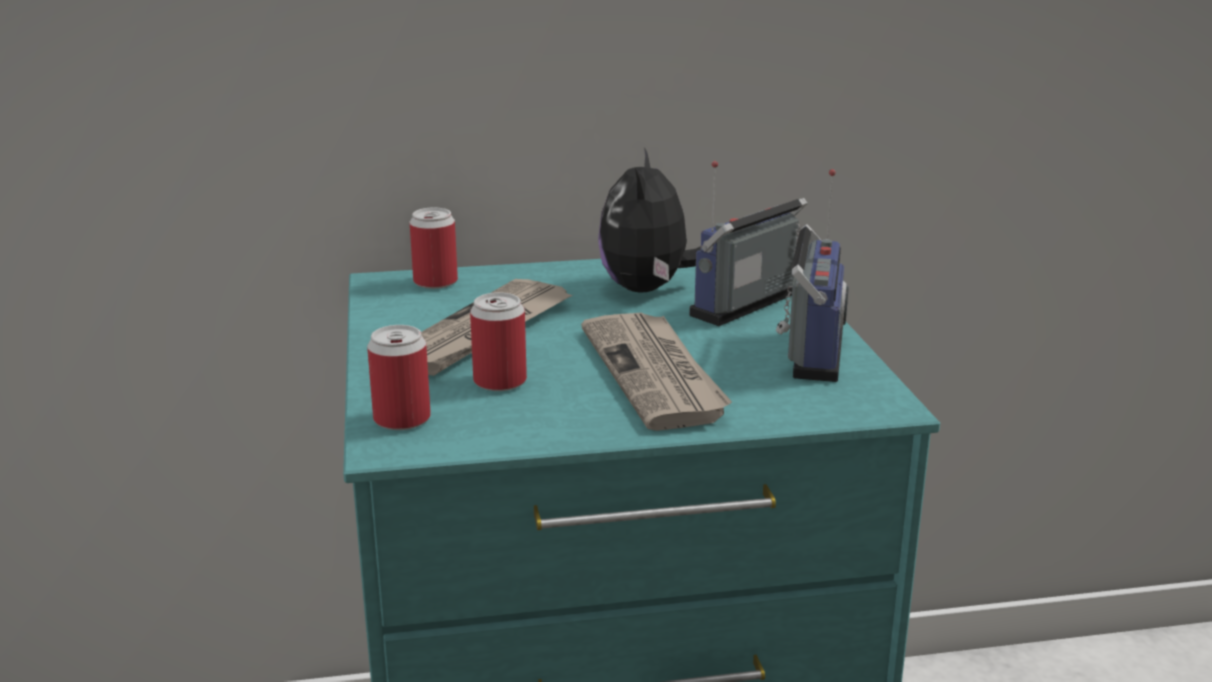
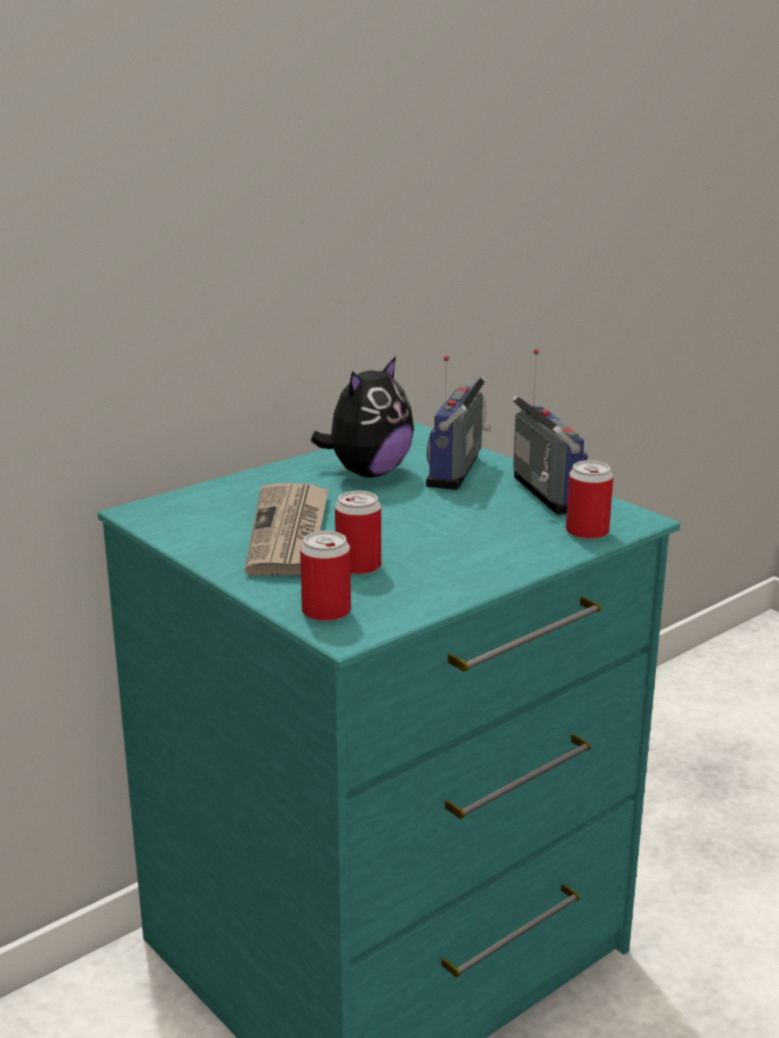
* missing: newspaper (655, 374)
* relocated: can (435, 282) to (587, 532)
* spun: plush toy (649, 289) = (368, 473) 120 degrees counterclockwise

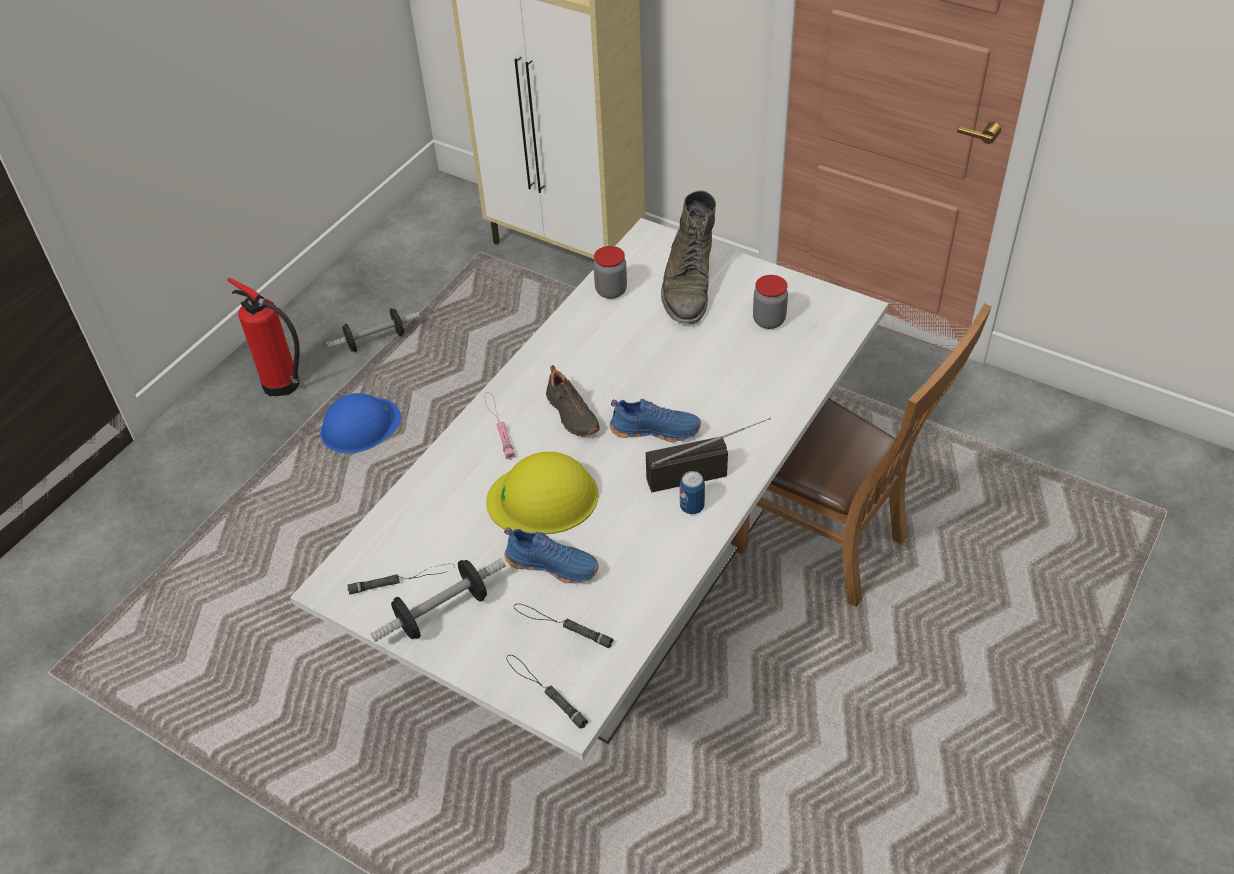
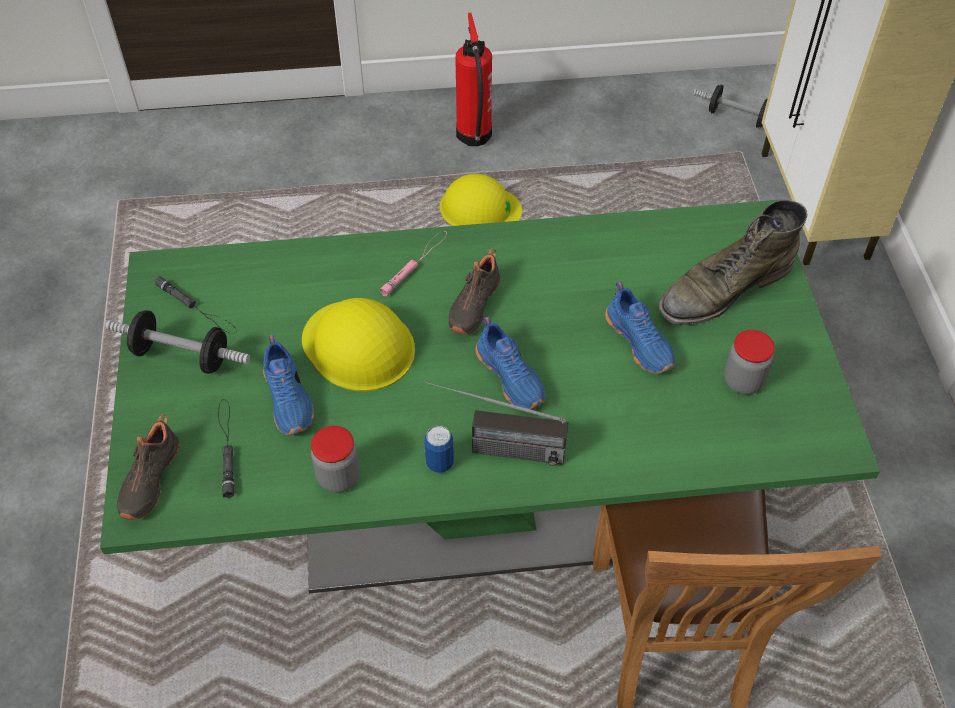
* appeared: item of footwear in bluish (641, 341)
* relocated: dumbbell (376, 341) to (736, 117)
* relocated: preserve jar (611, 291) to (338, 477)
* exchanged: hand torch in black (545, 691) to item of footwear in black (148, 479)
* colour: kitchen table in white-coloured (625, 589) to kitchen table in greenish (477, 502)
* colour: work helmet in bluish (360, 426) to work helmet in yellowish (479, 208)
* spun: radio (706, 471) = (493, 448) 150 degrees clockwise

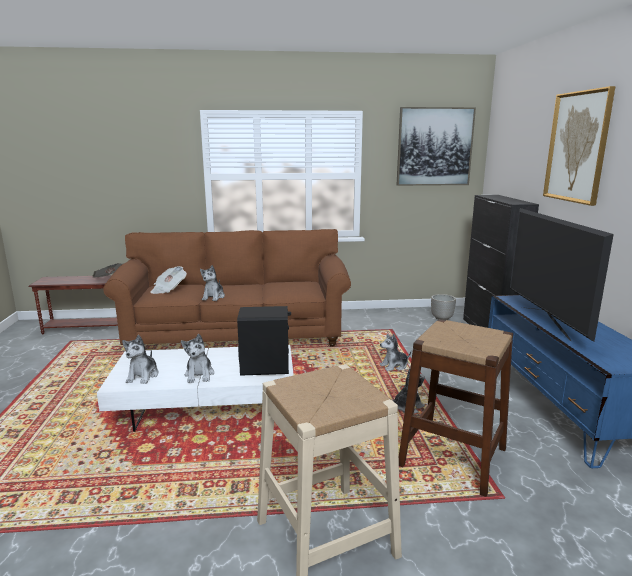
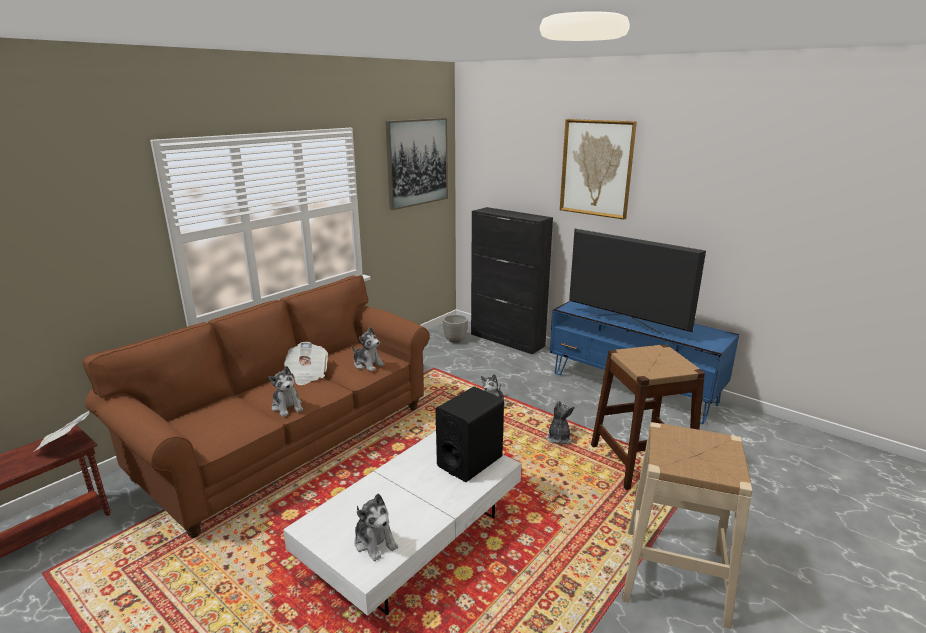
* relocated: newspaper (168, 289) to (307, 374)
* relocated: plush toy (199, 375) to (368, 364)

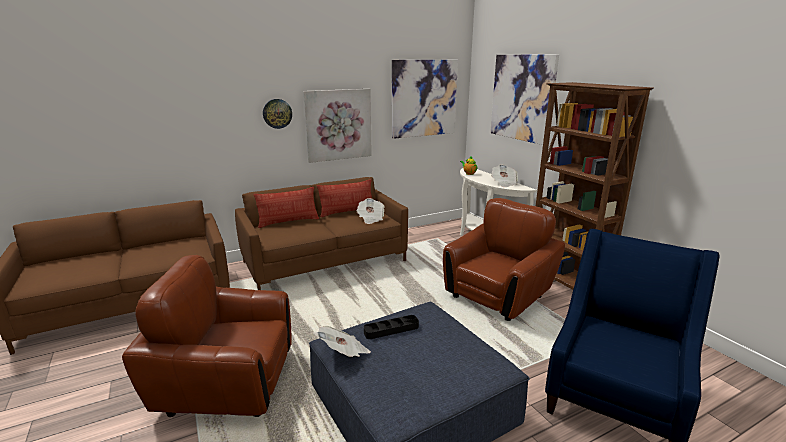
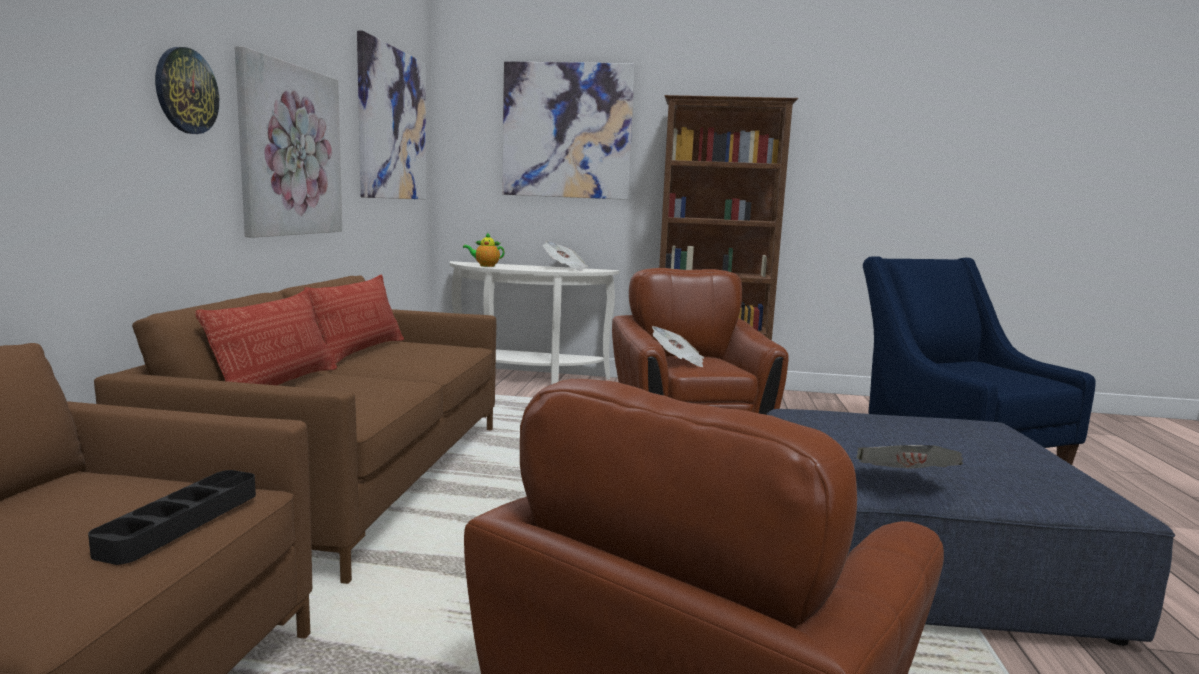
* relocated: newspaper (370, 218) to (678, 362)
* relocated: serving tray in black (391, 329) to (181, 522)

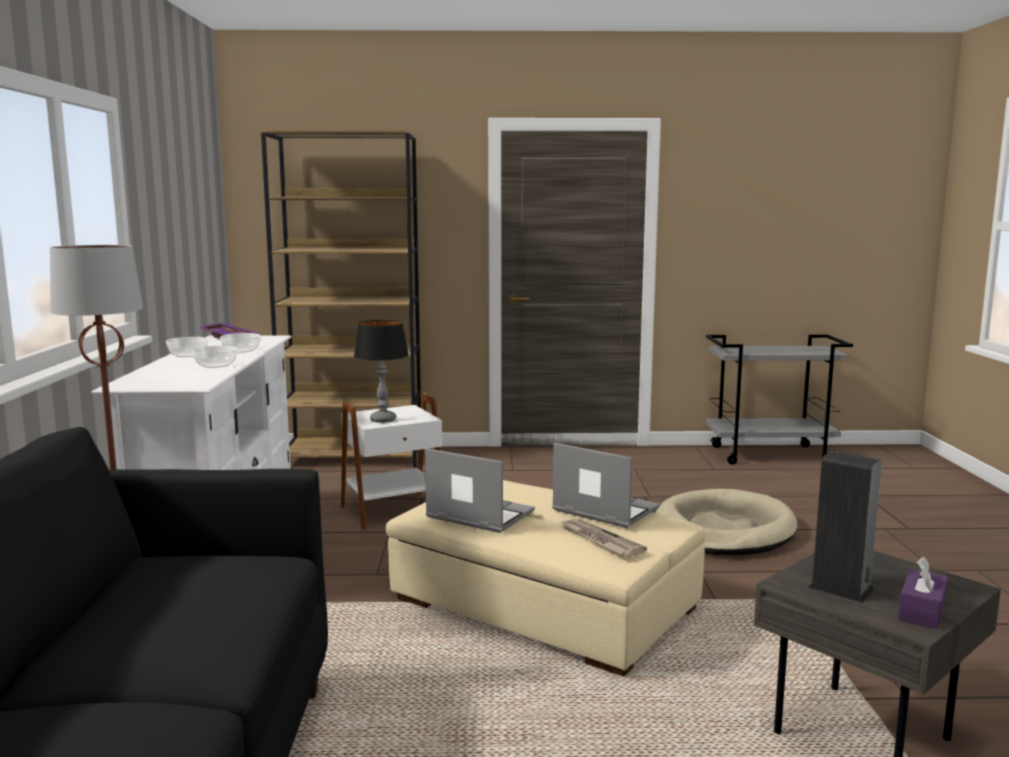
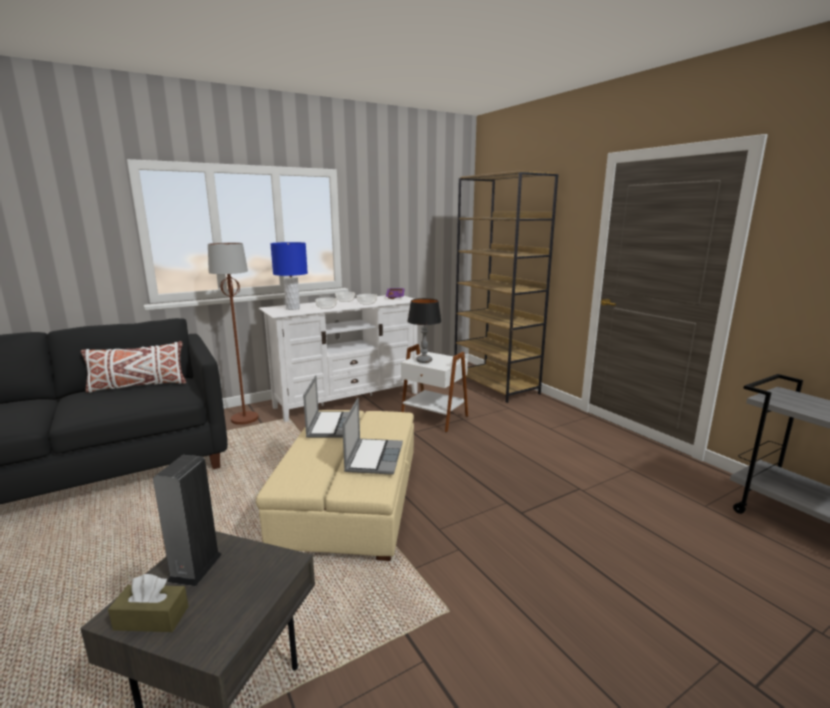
* missing: newspaper (599, 540)
* missing: pet bed in beige (723, 530)
* appeared: cushion in white-coloured (138, 386)
* appeared: lamp for a table in bluish (293, 308)
* colour: tissue box in purplish (921, 611) to tissue box in brown (151, 618)

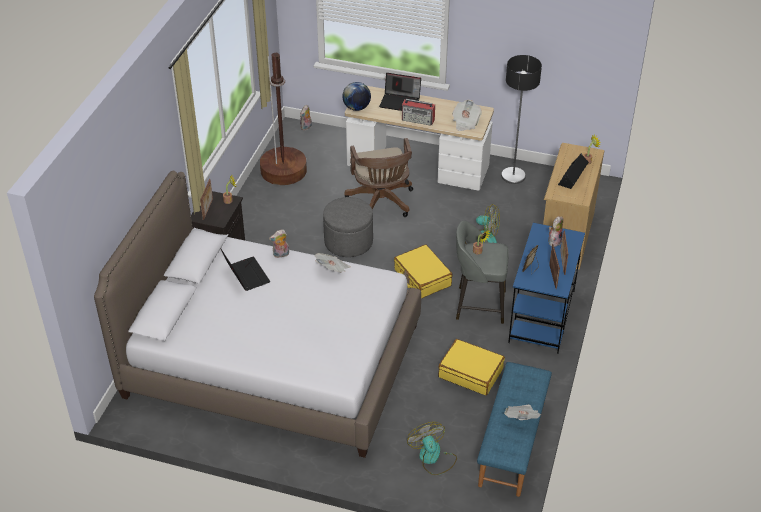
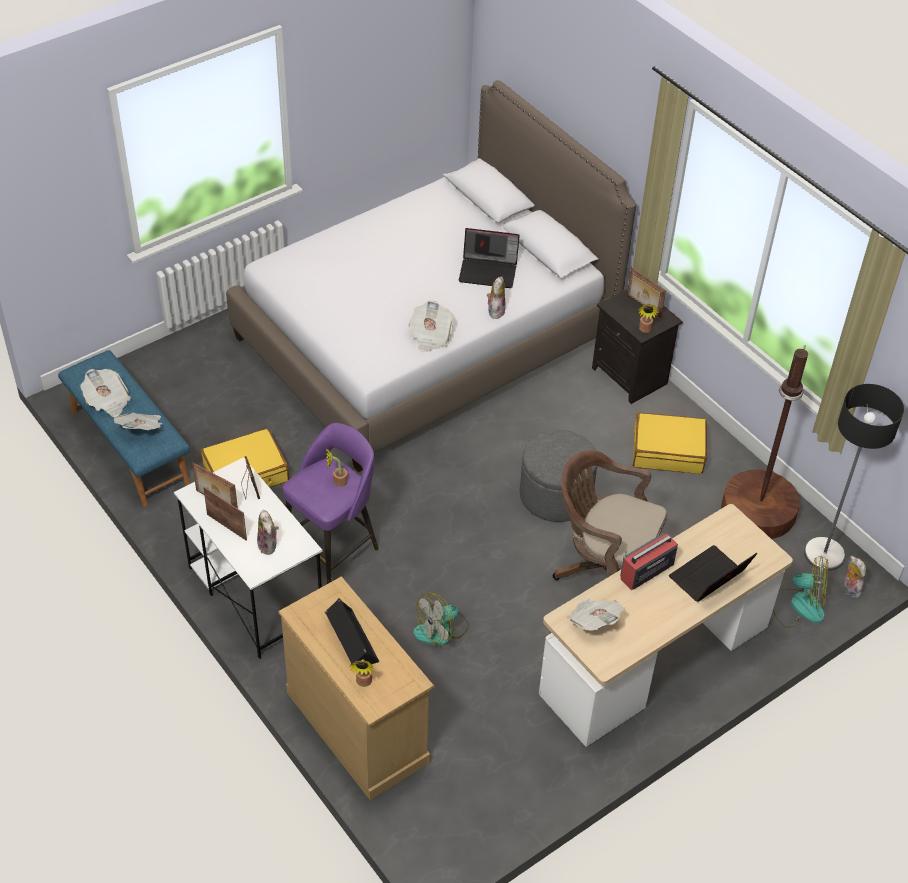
* missing: desk globe (356, 108)
* appeared: newspaper (141, 429)
* relocated: piece of luggage in yellowish (422, 278) to (668, 451)
* relocated: cooling fan (433, 458) to (798, 605)
* relocated: floor lamp (513, 176) to (824, 555)
* colour: sitting stool in greyish (478, 305) to sitting stool in purplish (333, 547)
* colour: desk in bluish (542, 316) to desk in white-coloured (254, 593)

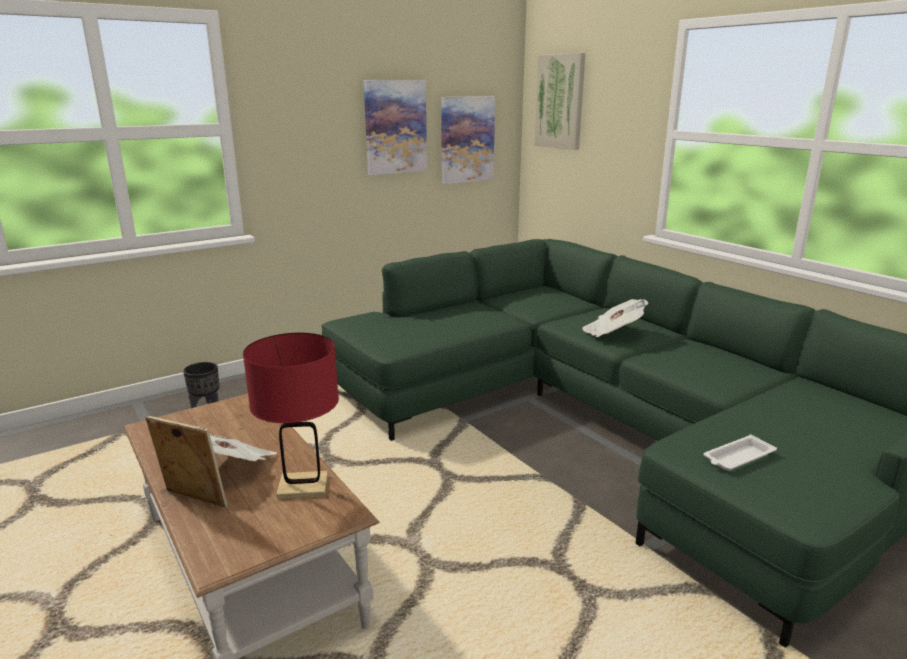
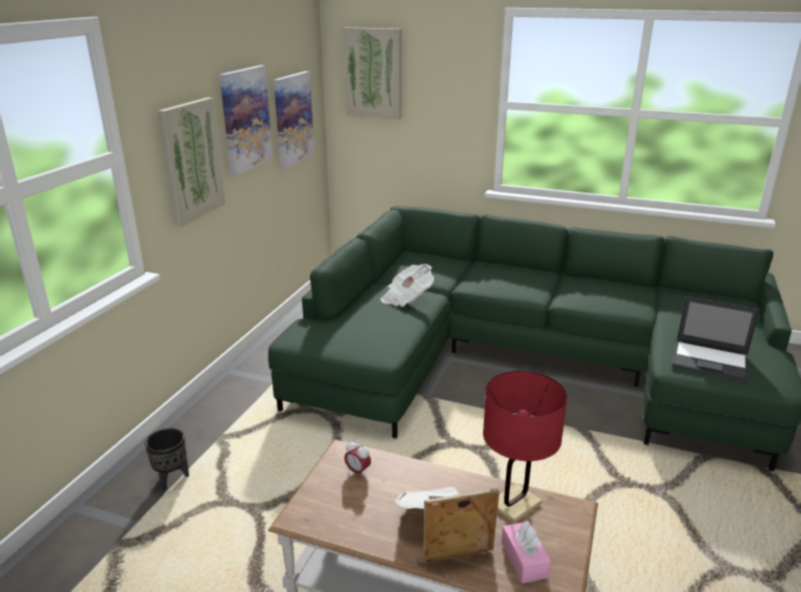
* appeared: wall picture (191, 160)
* appeared: bedside clock (357, 471)
* appeared: tissue box in pink-coloured (524, 559)
* relocated: newspaper (612, 333) to (406, 298)
* exchanged: serving tray in white-coloured (737, 458) to notebook computer (710, 361)

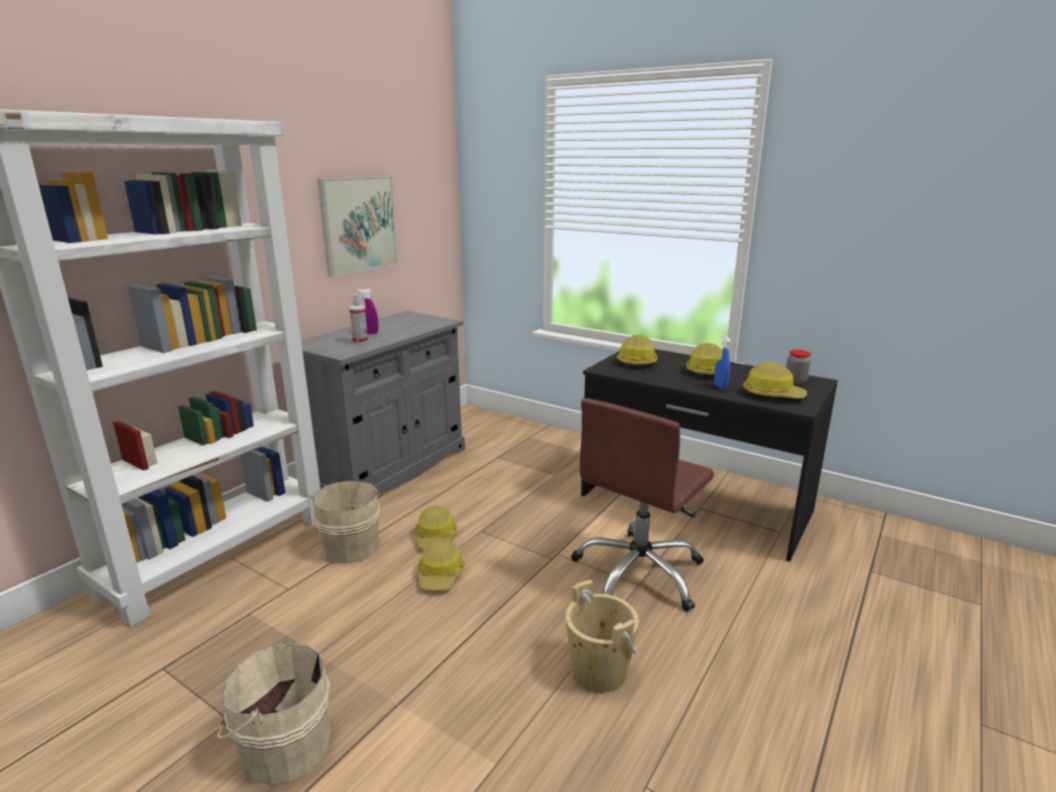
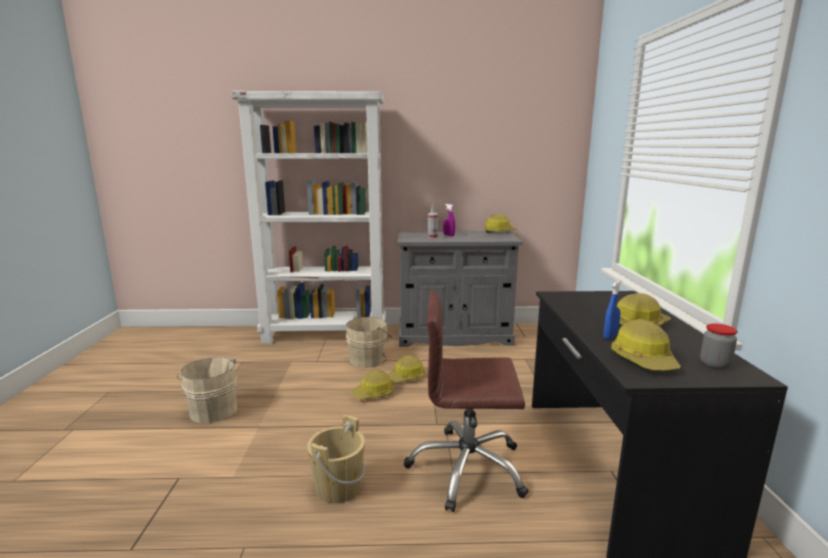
* missing: wall picture (359, 224)
* relocated: work helmet (637, 361) to (499, 232)

